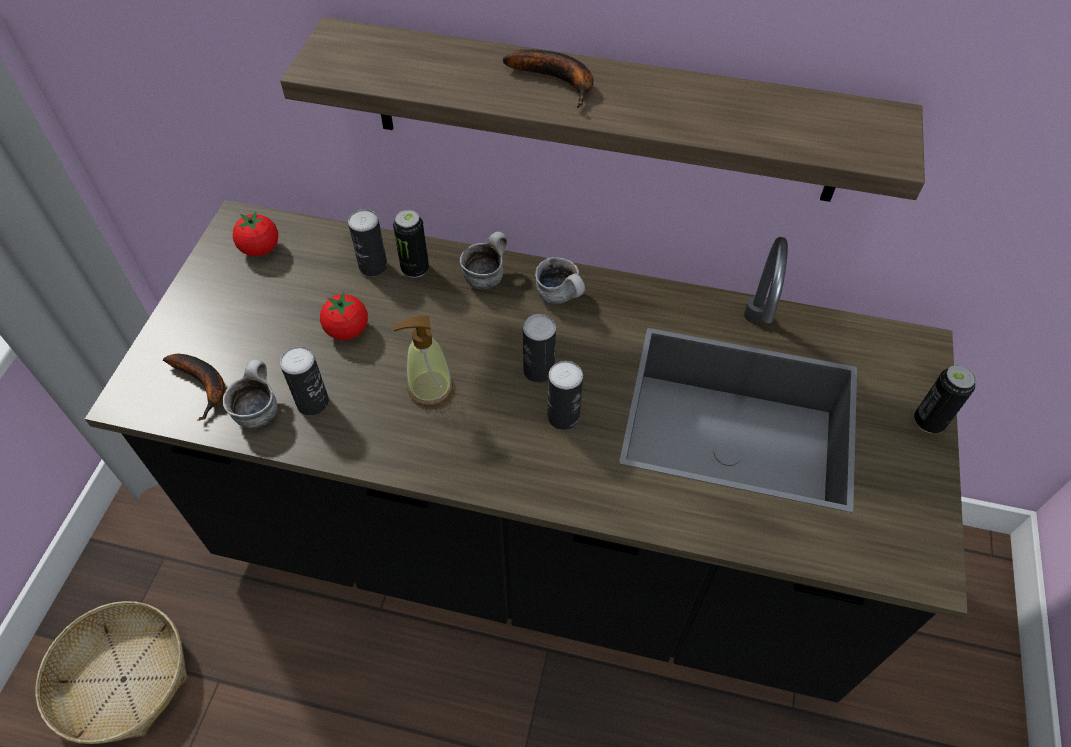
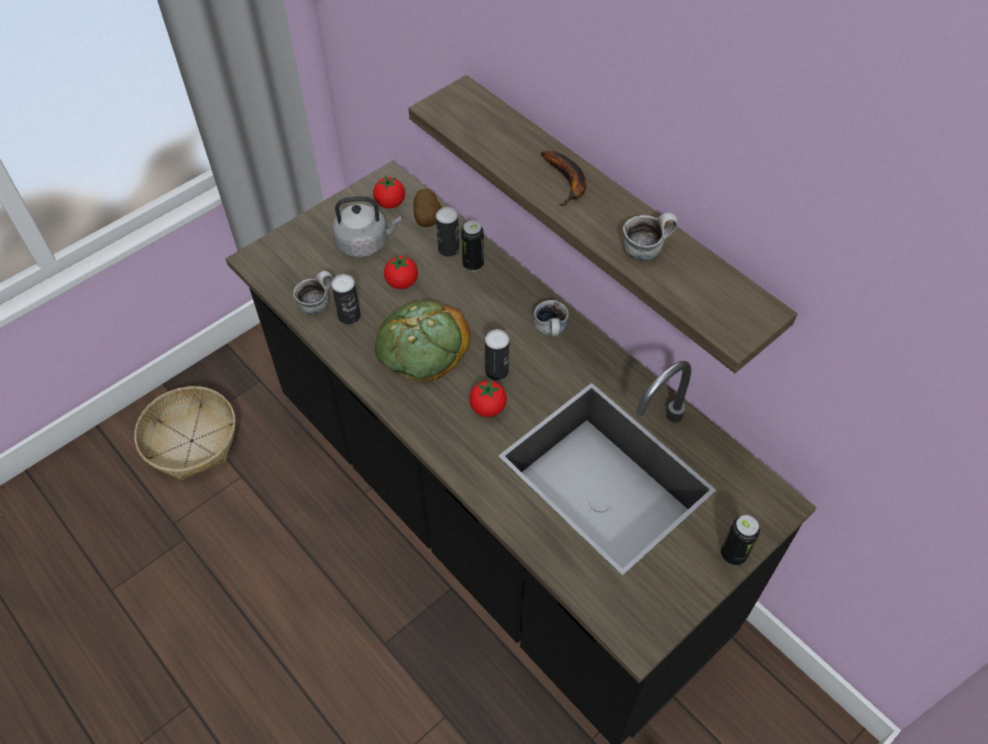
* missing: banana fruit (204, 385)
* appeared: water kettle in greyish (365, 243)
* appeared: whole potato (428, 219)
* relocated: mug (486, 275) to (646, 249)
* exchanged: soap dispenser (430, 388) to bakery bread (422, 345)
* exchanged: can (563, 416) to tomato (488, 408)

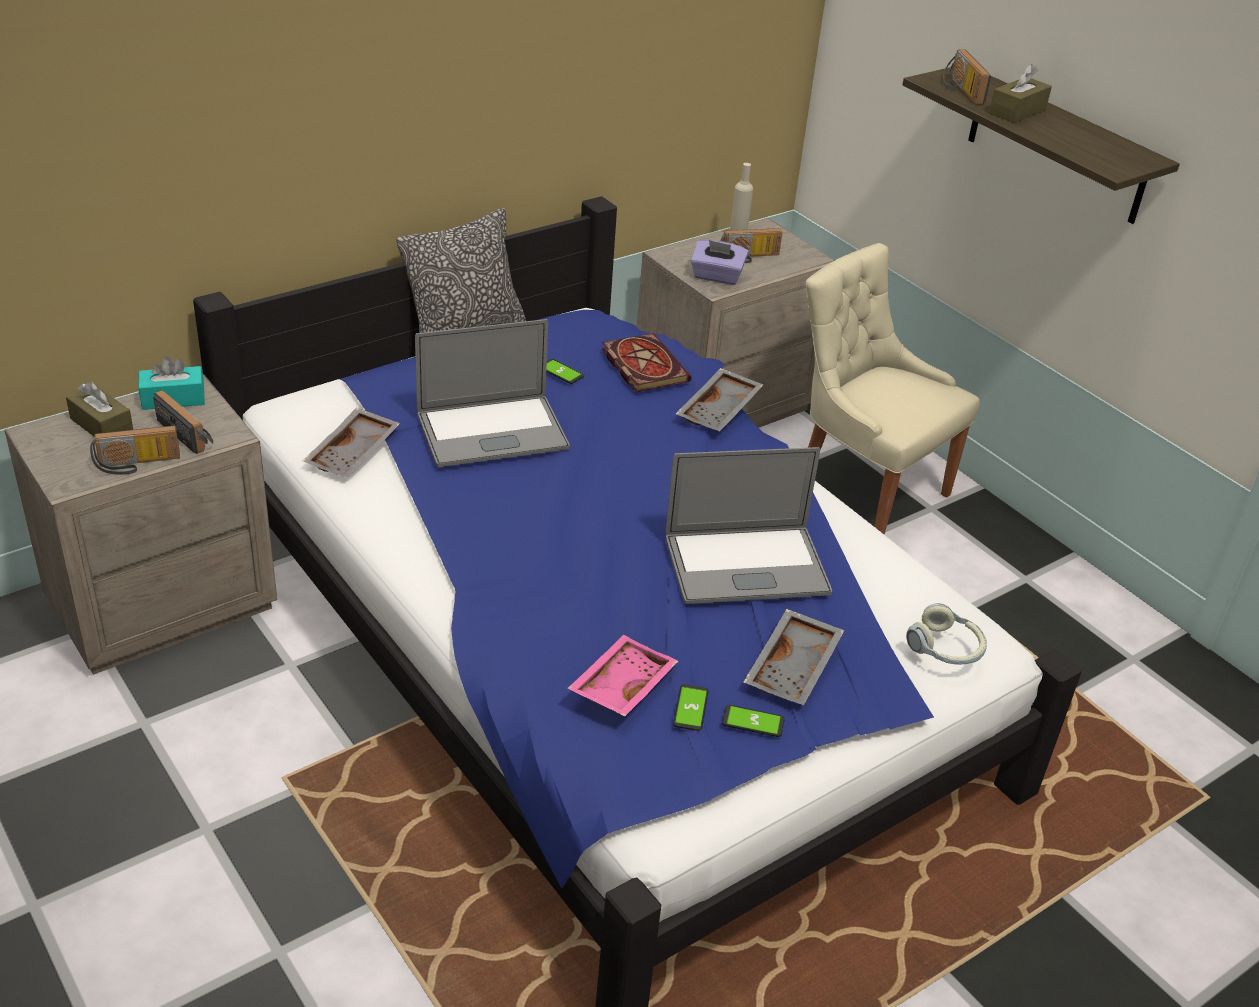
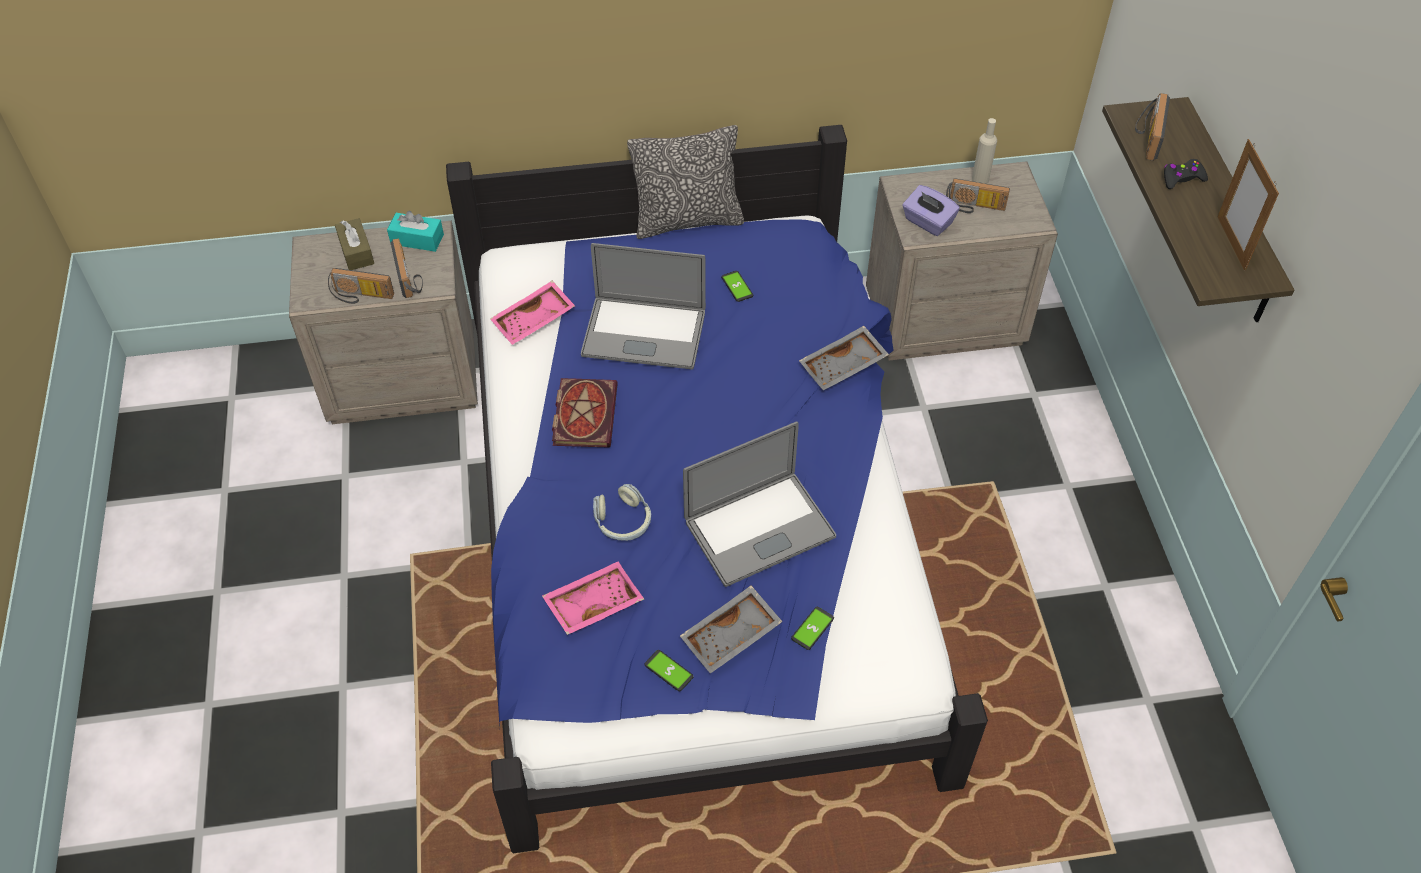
* missing: plain chair in beige (863, 491)
* appeared: photo frame (1231, 243)
* relocated: bound book (642, 365) to (583, 413)
* relocated: telephone (690, 708) to (812, 628)
* relocated: headset (946, 649) to (623, 521)
* exchanged: tissue box in brown (1017, 111) to gamepad in black (1182, 178)
* colour: serving tray in greyish (354, 454) to serving tray in pink-coloured (534, 321)
* spun: notebook computer (746, 565) = (759, 529) 45 degrees counterclockwise

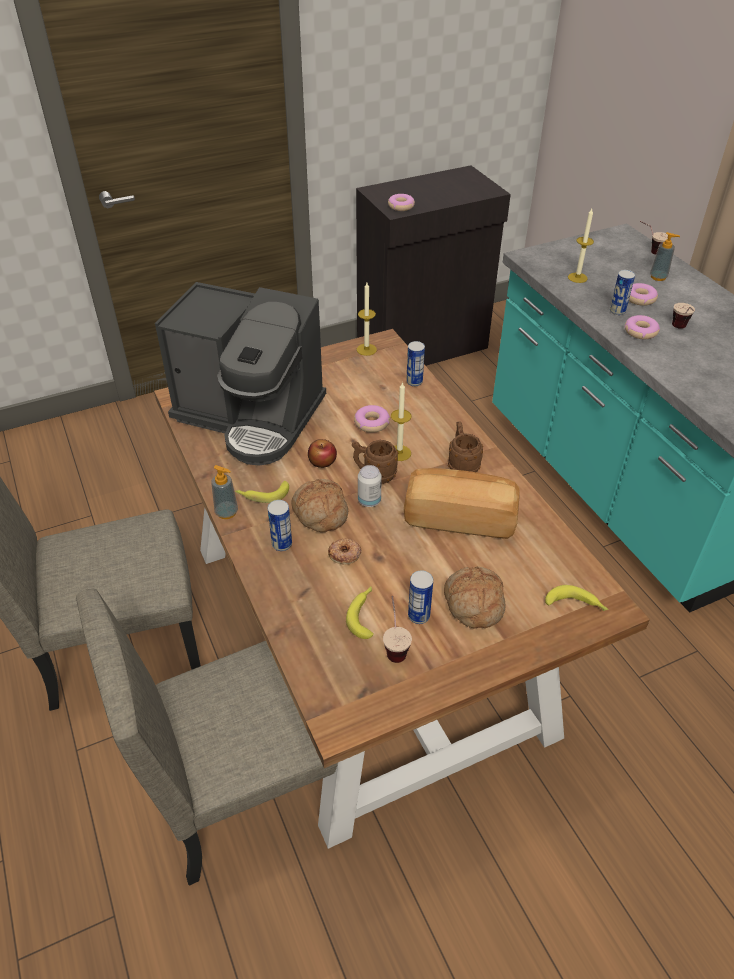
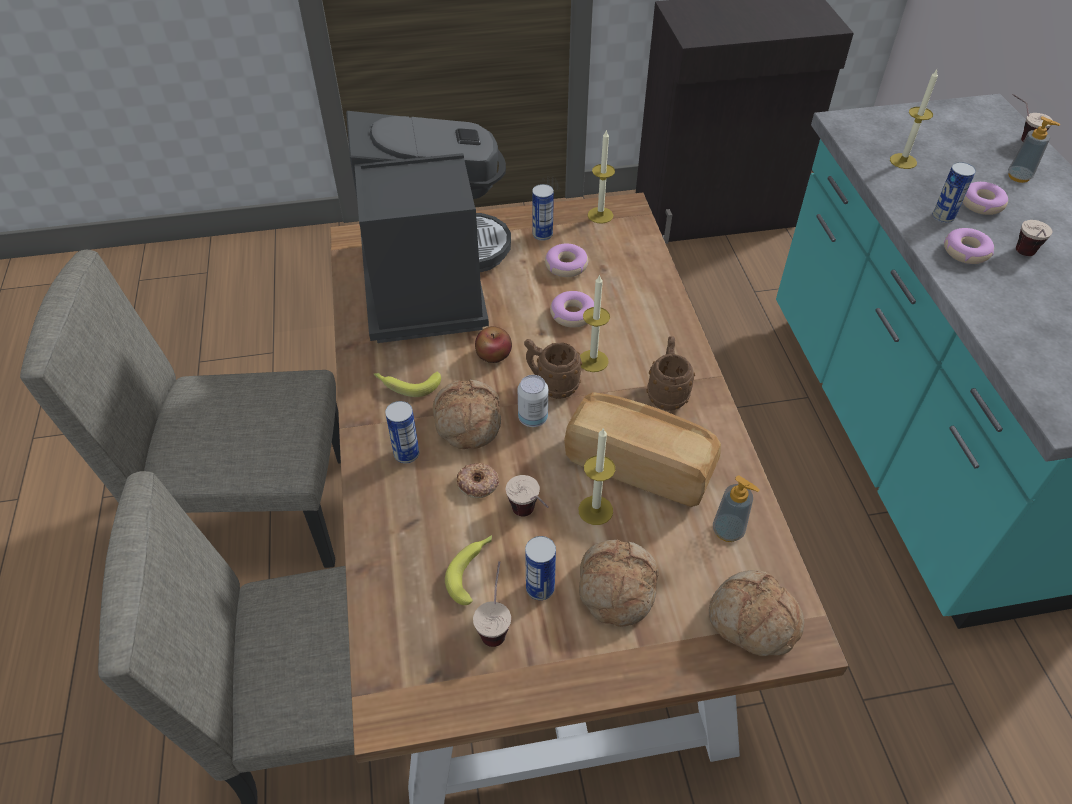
* appeared: drinking cup (530, 517)
* appeared: wax light (595, 510)
* relocated: soap dispenser (226, 512) to (728, 531)
* relocated: ring doughnut (401, 206) to (566, 265)
* relocated: can (414, 382) to (542, 234)
* exchanged: banana fruit (576, 605) to bakery bread (752, 621)
* spun: coffee machine (251, 417) = (429, 280) 135 degrees counterclockwise

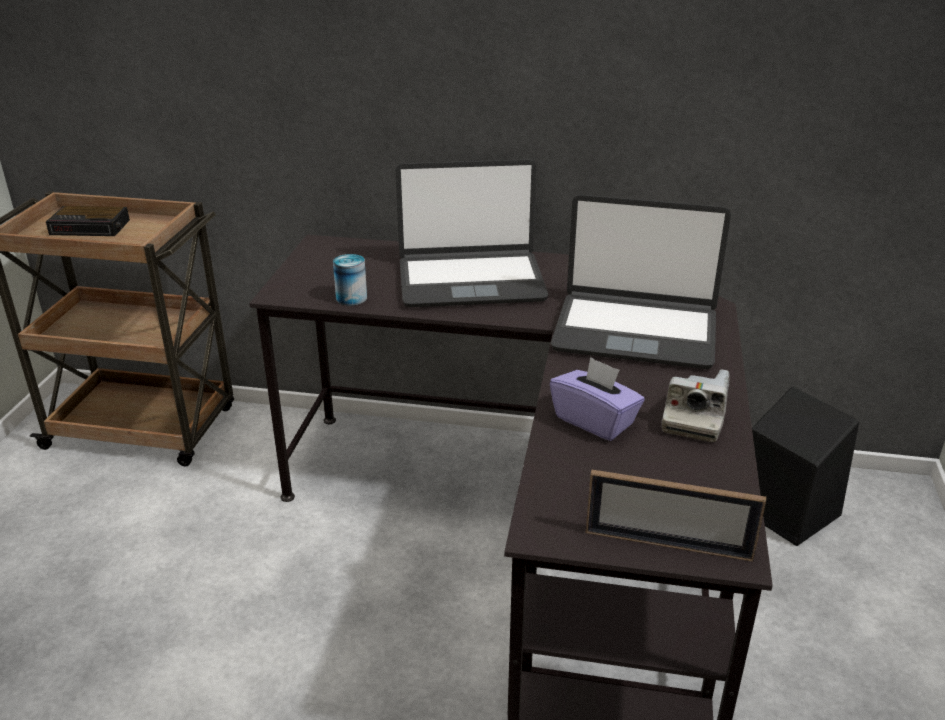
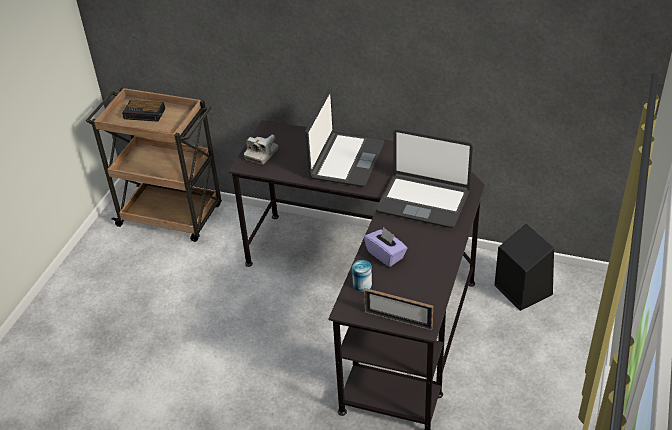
* relocated: can (351, 298) to (362, 284)
* relocated: photo camera (694, 419) to (261, 154)
* spun: notebook computer (471, 281) = (346, 160) 75 degrees counterclockwise

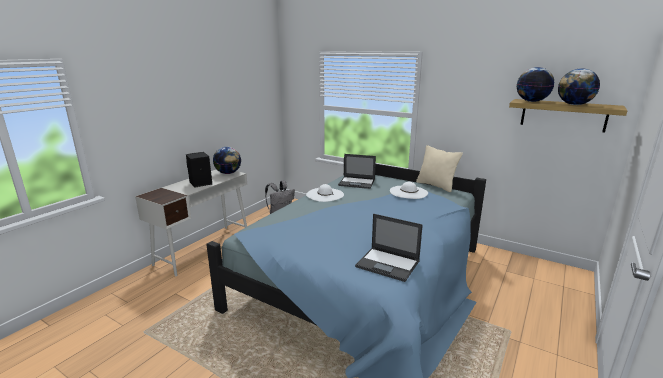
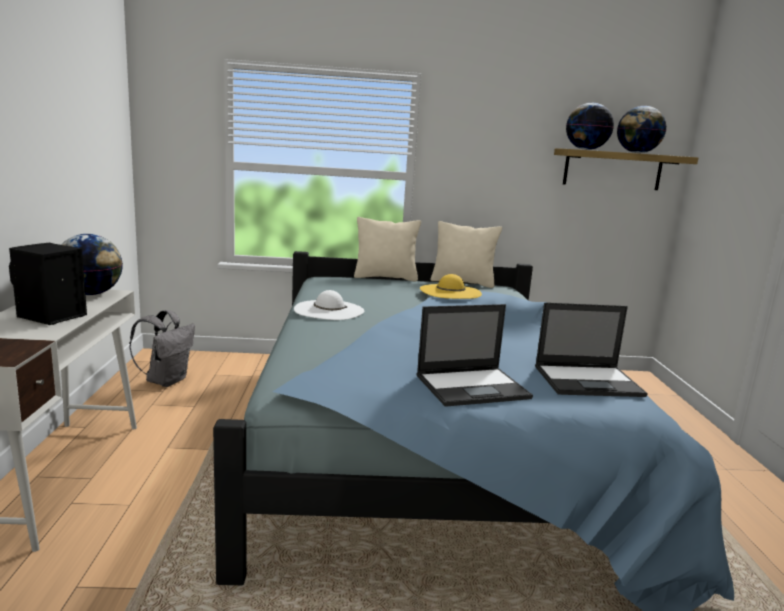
* appeared: cushion in beige (385, 277)
* relocated: notebook computer (357, 183) to (473, 387)
* colour: wearable hat in white-coloured (408, 192) to wearable hat in yellowish (450, 292)

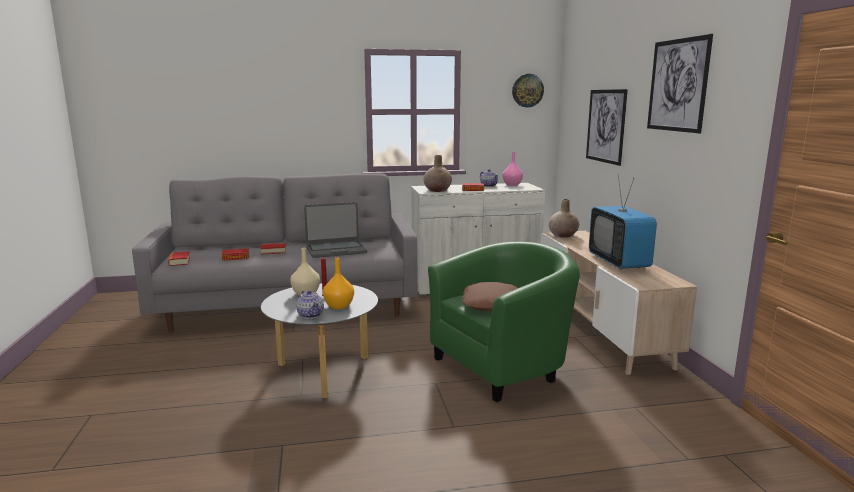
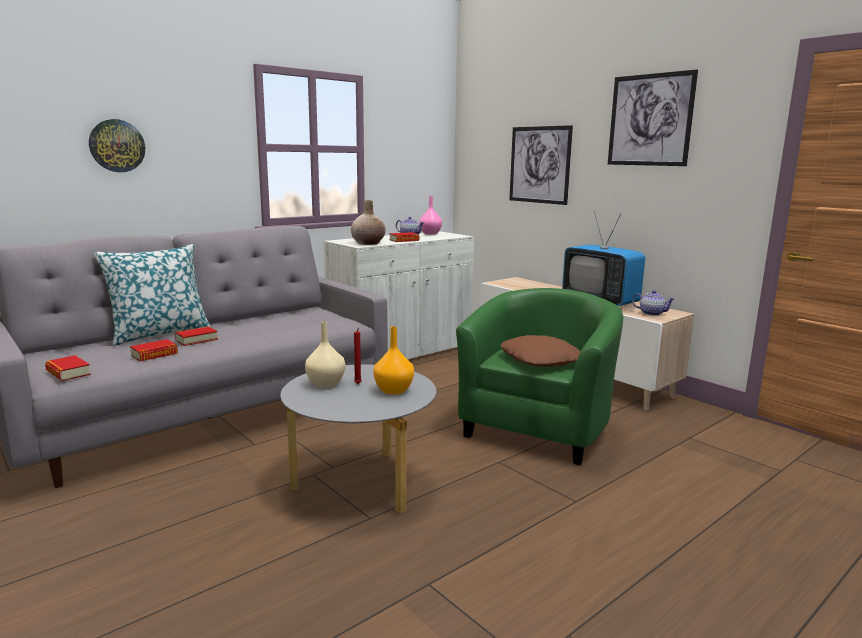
* missing: notebook computer (336, 250)
* missing: vase in beige (563, 235)
* appeared: cushion (159, 333)
* relocated: tea pot (310, 315) to (651, 313)
* relocated: hanging clock (527, 90) to (117, 146)

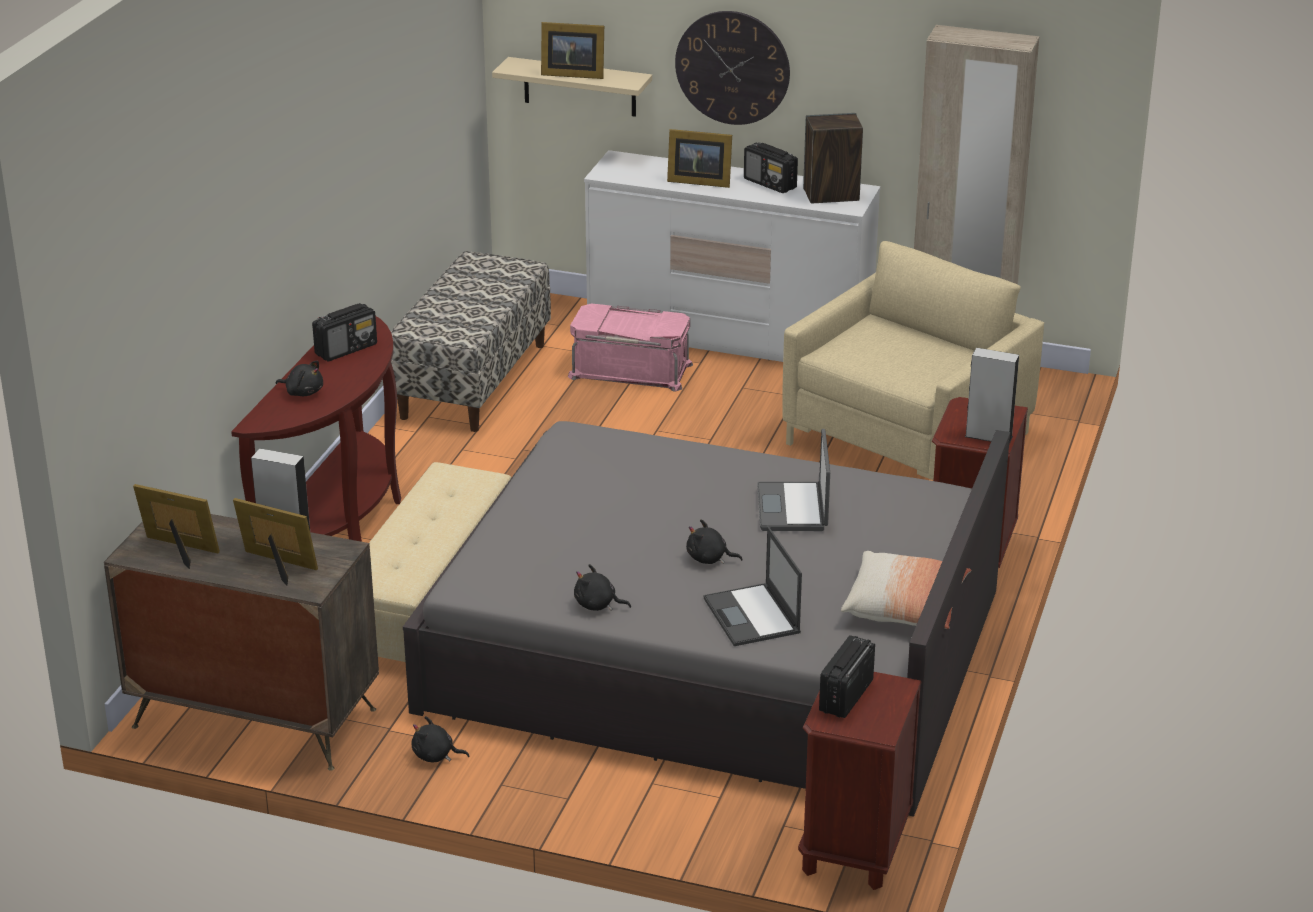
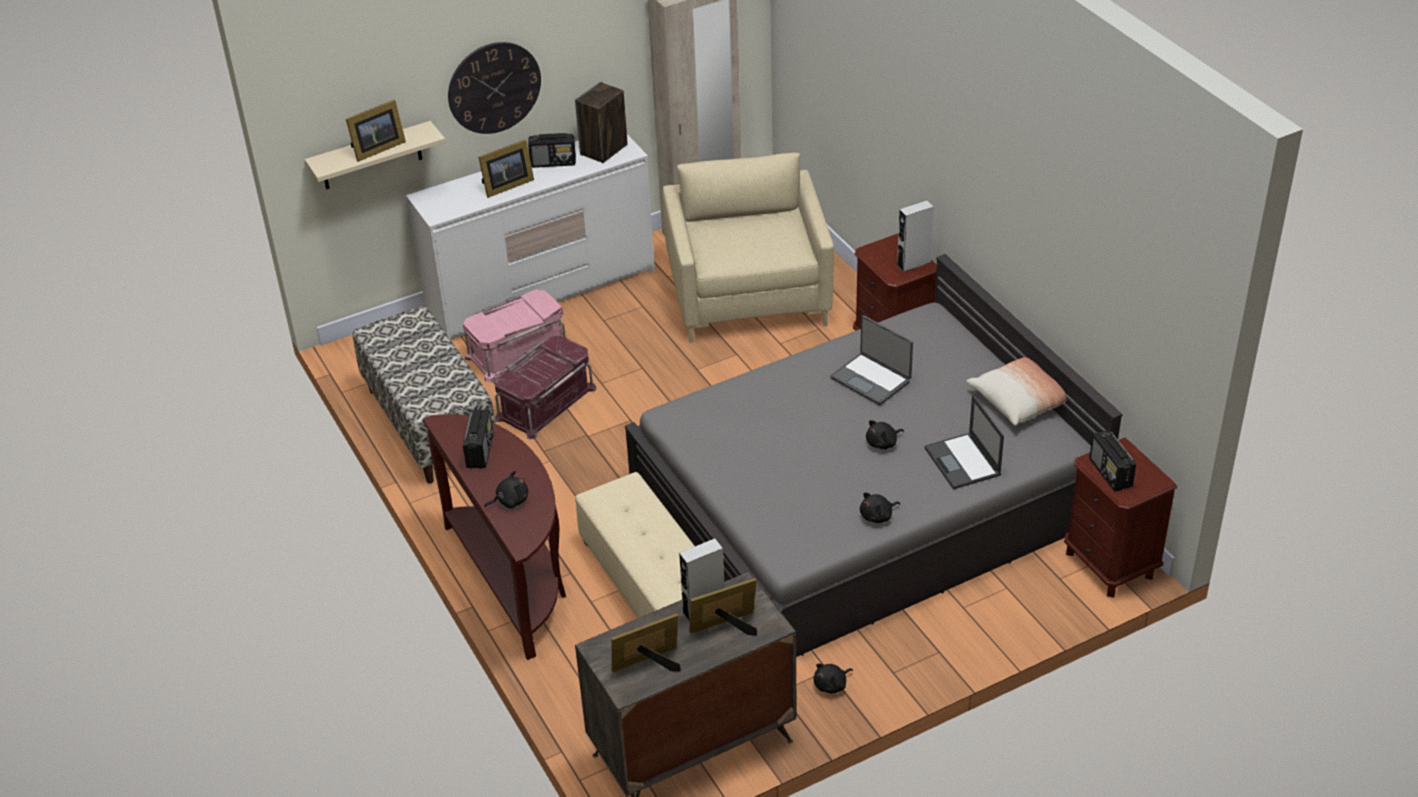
* appeared: storage container in reddish (545, 402)
* spun: notebook computer (752, 616) = (963, 462) 45 degrees clockwise

